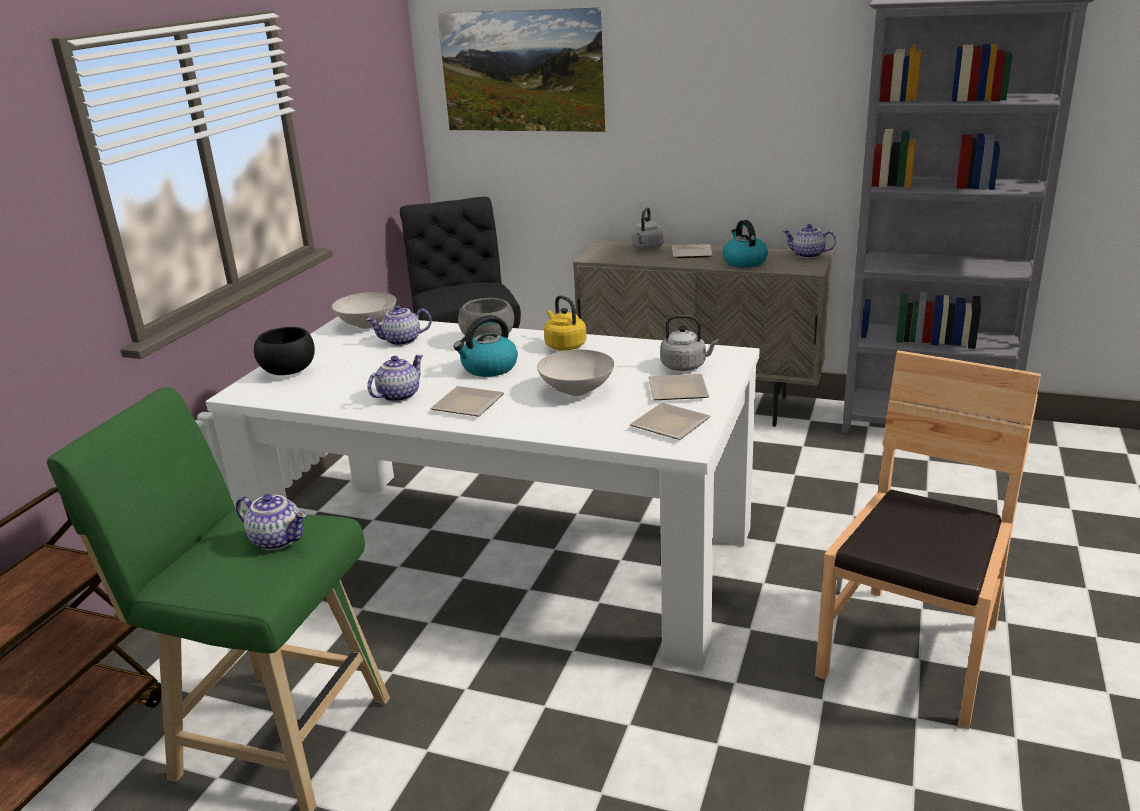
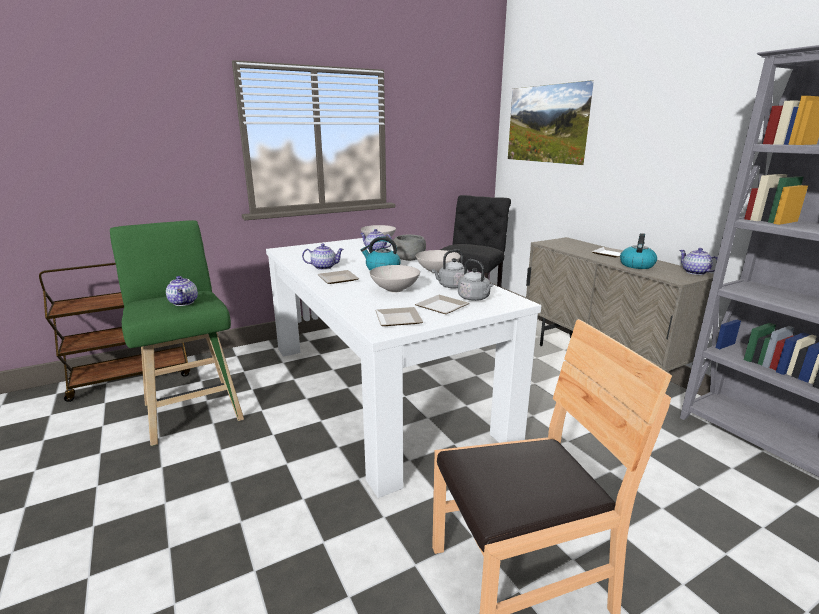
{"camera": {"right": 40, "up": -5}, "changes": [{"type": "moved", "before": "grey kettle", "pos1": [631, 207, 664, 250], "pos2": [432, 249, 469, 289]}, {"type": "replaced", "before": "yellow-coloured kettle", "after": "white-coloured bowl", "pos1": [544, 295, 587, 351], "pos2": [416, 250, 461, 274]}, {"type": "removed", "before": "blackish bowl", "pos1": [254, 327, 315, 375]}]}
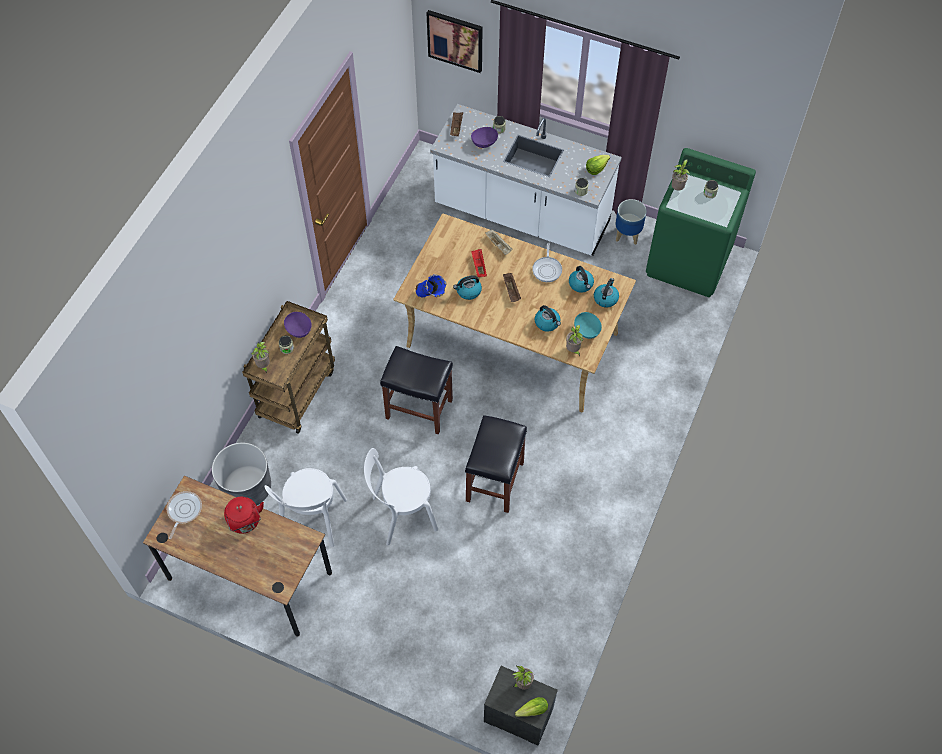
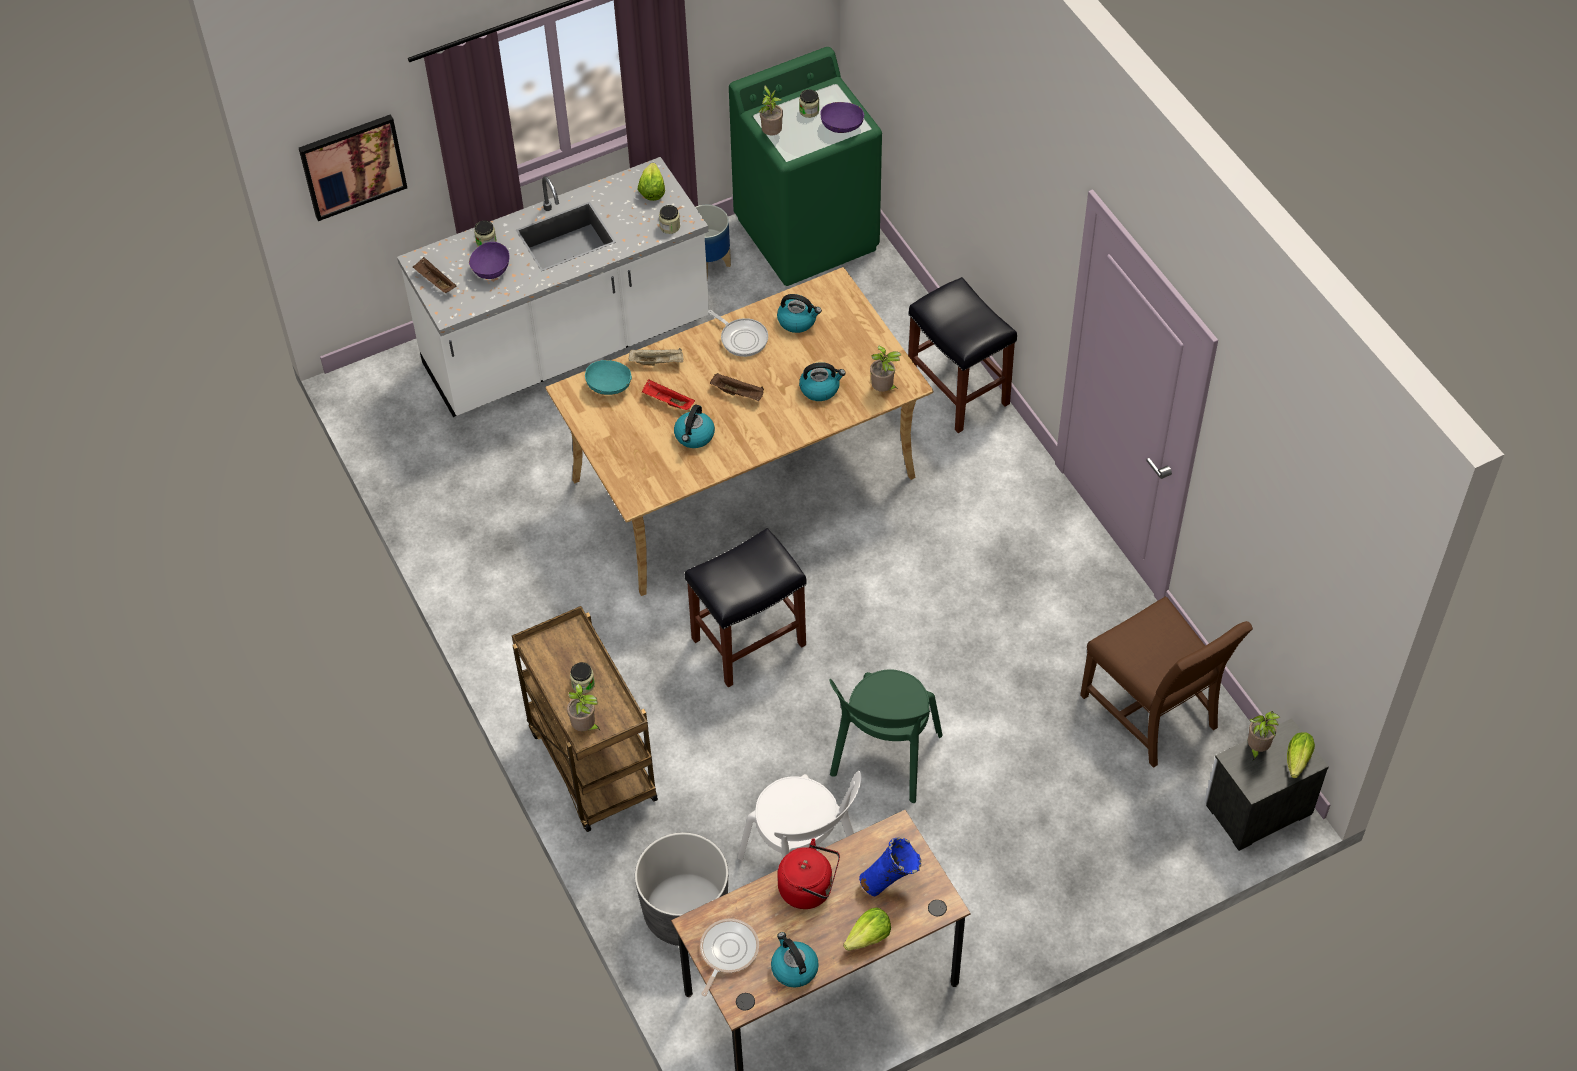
{"camera": {"right": -50, "up": -5}, "changes": [{"type": "moved", "before": "blue vase", "pos1": [416, 274, 447, 298], "pos2": [859, 838, 921, 896]}, {"type": "moved", "before": "kettle", "pos1": [594, 278, 619, 307], "pos2": [771, 932, 819, 988]}, {"type": "moved", "before": "purple-coloured bowl", "pos1": [284, 312, 312, 338], "pos2": [820, 102, 865, 133]}, {"type": "moved", "before": "blue-green bowl", "pos1": [574, 312, 602, 339], "pos2": [585, 360, 632, 395]}, {"type": "moved", "before": "blackish sitting stool", "pos1": [465, 415, 527, 513], "pos2": [908, 277, 1017, 433]}, {"type": "recoloured", "before": "white-coloured plain chair", "after": "green-coloured plain chair", "pos1": [364, 448, 438, 546], "pos2": [830, 669, 943, 803]}, {"type": "turned", "before": "skillet", "pos1": [167, 491, 202, 539], "pos2": [700, 918, 759, 996], "turn": 60}, {"type": "added", "after": "brownish plain chair", "pos2": [1080, 596, 1253, 768]}, {"type": "added", "after": "head of lettuce", "pos2": [843, 907, 891, 951]}]}
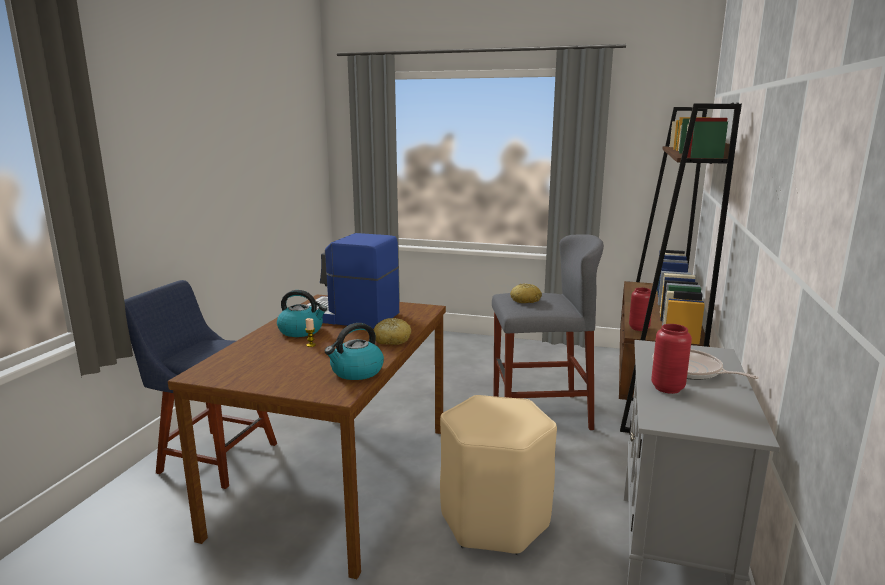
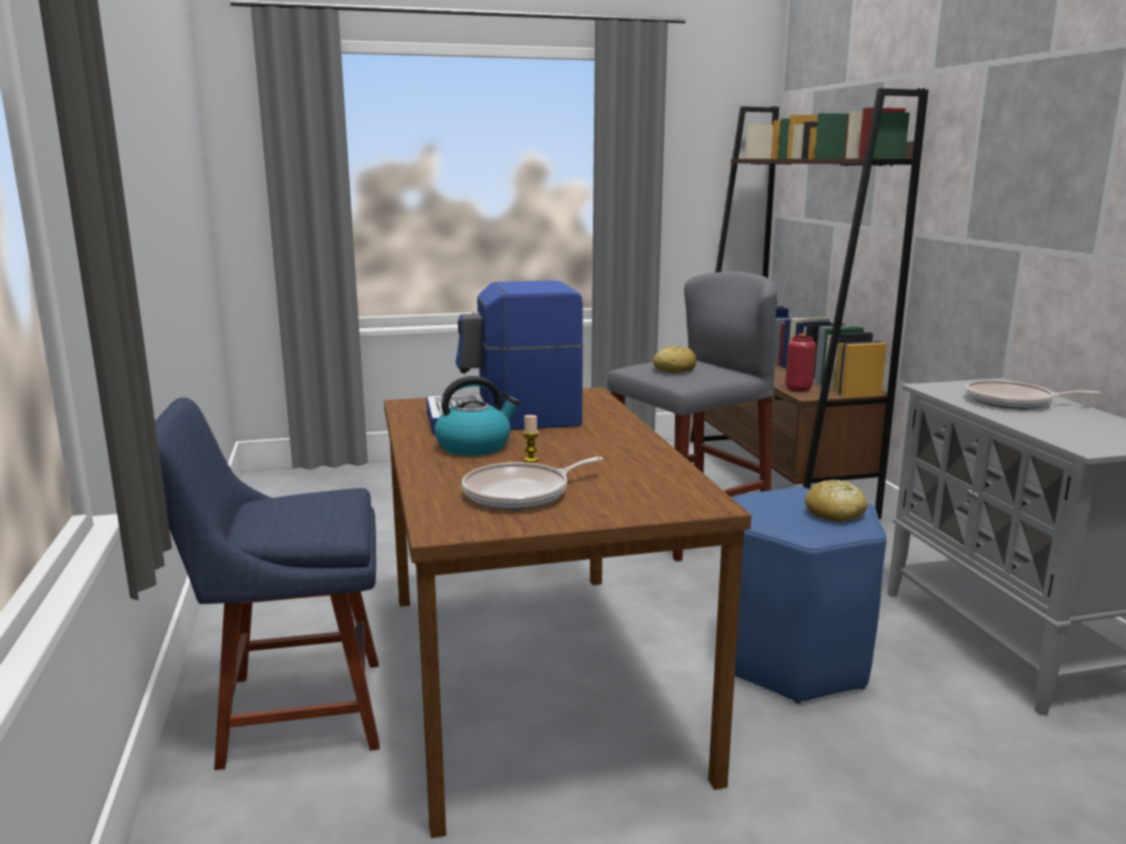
{"camera": {"right": -30, "up": 0}, "changes": [{"type": "moved", "before": "bakery bread", "pos1": [373, 318, 411, 345], "pos2": [805, 480, 868, 522]}, {"type": "removed", "before": "kettle", "pos1": [325, 323, 384, 380]}, {"type": "removed", "before": "red-coloured vase", "pos1": [651, 324, 692, 394]}, {"type": "recoloured", "before": "beige-coloured sitting stool", "after": "blue sitting stool", "pos1": [440, 395, 557, 555], "pos2": [732, 487, 887, 704]}, {"type": "added", "after": "skillet", "pos2": [462, 457, 603, 510]}]}
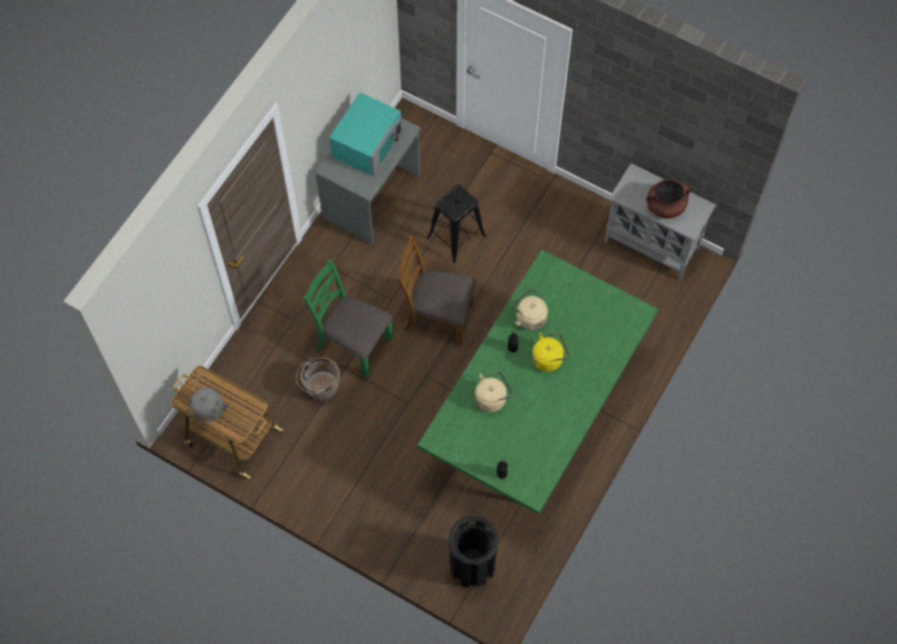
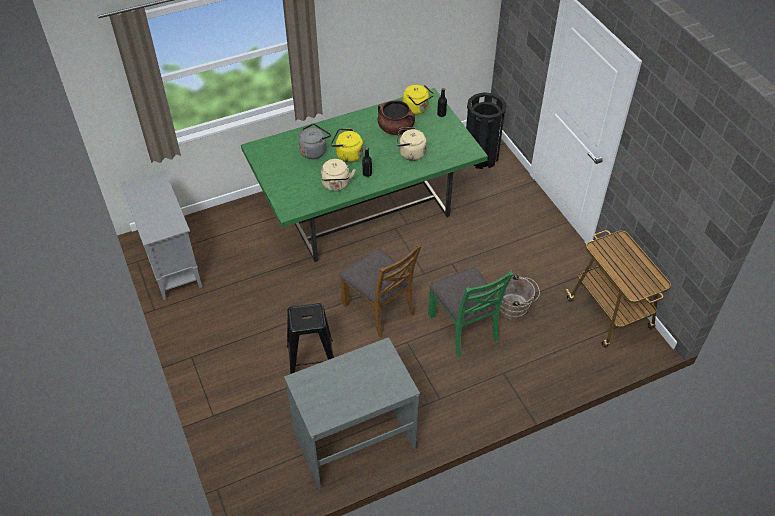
{"camera": {"right": -145, "up": -15}, "changes": [{"type": "removed", "before": "blue-green kitchen microwave", "pos1": [329, 92, 402, 176]}, {"type": "moved", "before": "brownish cooking pot", "pos1": [646, 179, 690, 219], "pos2": [378, 101, 415, 135]}, {"type": "moved", "before": "grey kettle", "pos1": [188, 388, 229, 422], "pos2": [298, 124, 331, 159]}, {"type": "added", "after": "yellow-coloured kettle", "pos2": [403, 85, 434, 114]}]}
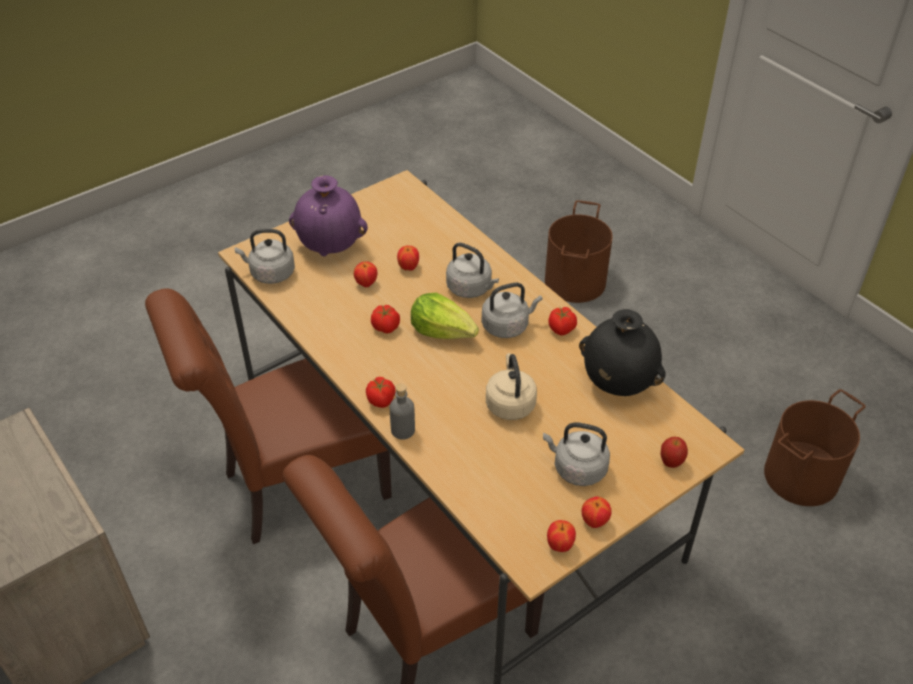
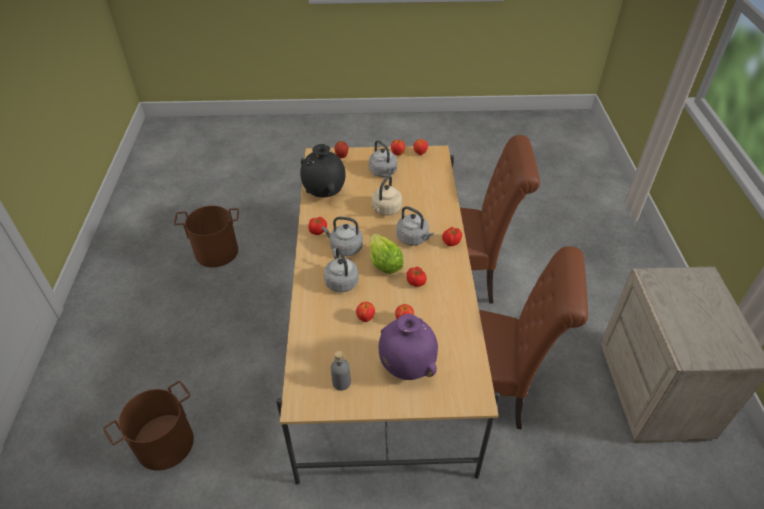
{"camera": {"right": -145, "up": 0}, "changes": [{"type": "moved", "before": "grey kettle", "pos1": [235, 229, 295, 284], "pos2": [397, 206, 434, 246]}, {"type": "moved", "before": "grey beverage bottle", "pos1": [390, 384, 415, 440], "pos2": [331, 351, 351, 391]}]}
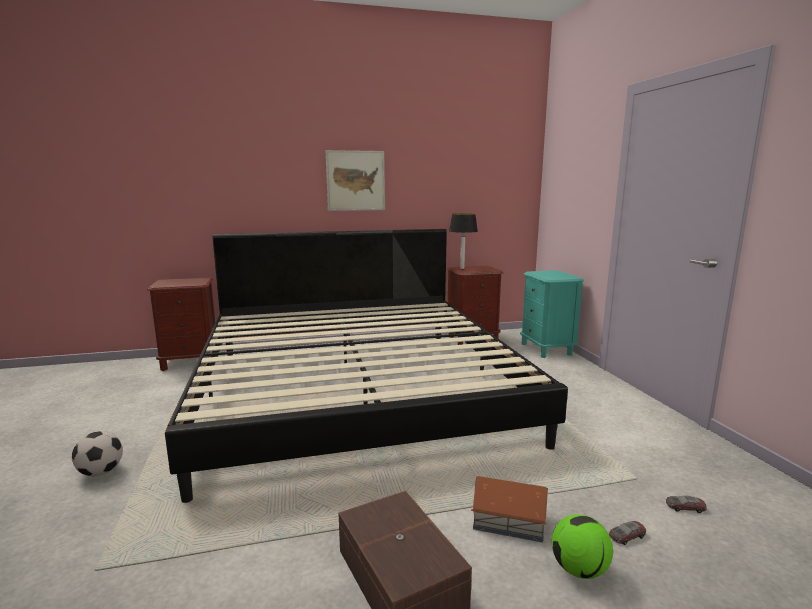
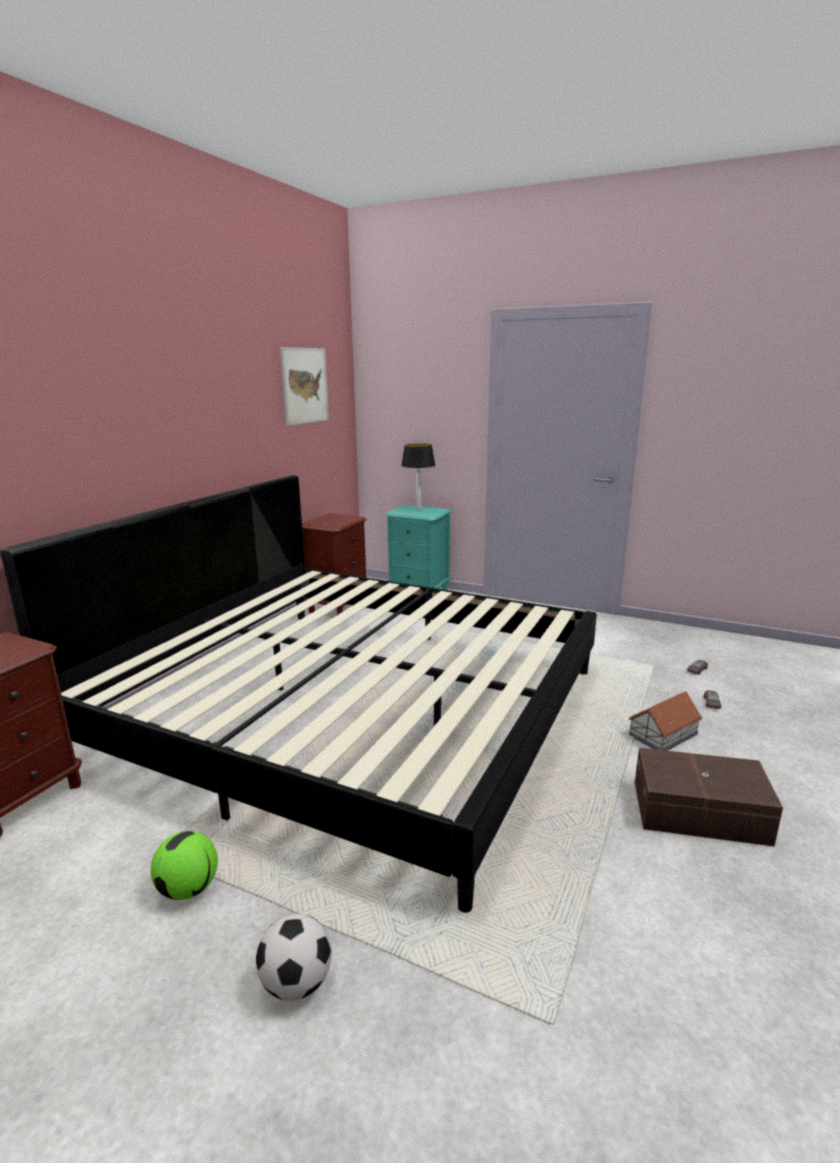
{"camera": {"right": -50, "up": 5}, "changes": [{"type": "moved", "before": "picture", "pos1": [326, 150, 385, 211], "pos2": [280, 347, 329, 426]}, {"type": "moved", "before": "table lamp", "pos1": [449, 213, 478, 269], "pos2": [401, 443, 435, 510]}, {"type": "moved", "before": "football", "pos1": [552, 514, 613, 579], "pos2": [151, 831, 218, 900]}]}
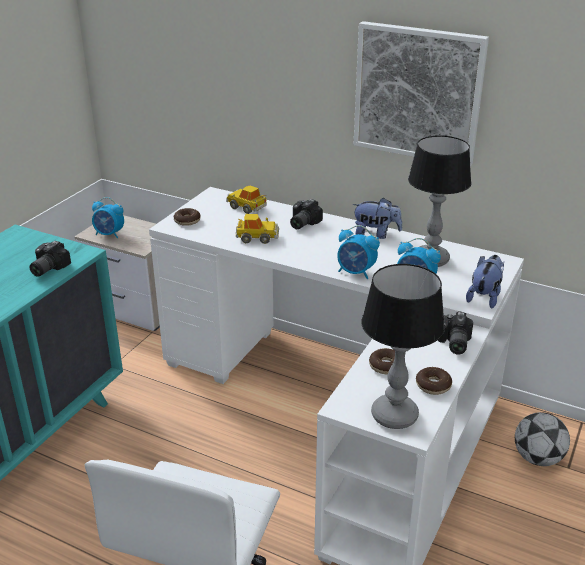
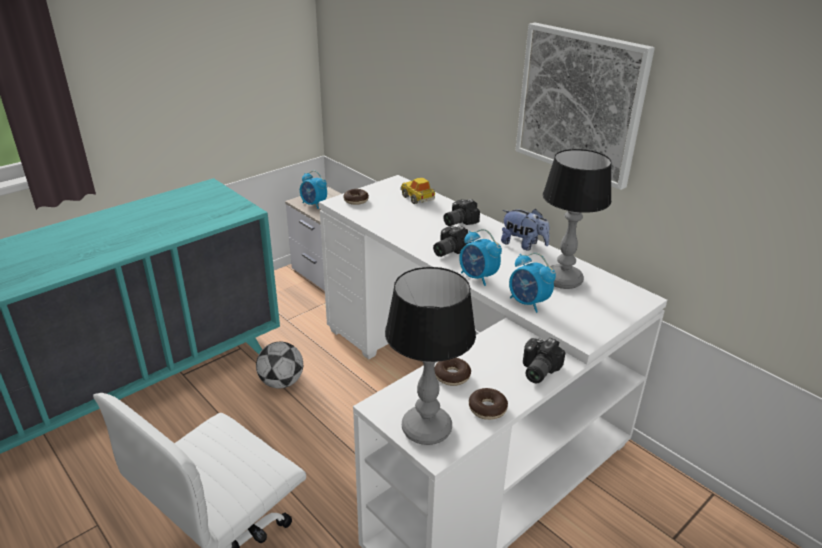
{"camera": {"right": 20, "up": 0}, "changes": [{"type": "removed", "before": "model car", "pos1": [236, 214, 279, 244]}, {"type": "moved", "before": "photo camera", "pos1": [29, 241, 71, 277], "pos2": [433, 226, 471, 257]}, {"type": "removed", "before": "soft toy", "pos1": [466, 255, 504, 309]}, {"type": "moved", "before": "football", "pos1": [515, 412, 570, 466], "pos2": [256, 341, 303, 389]}]}
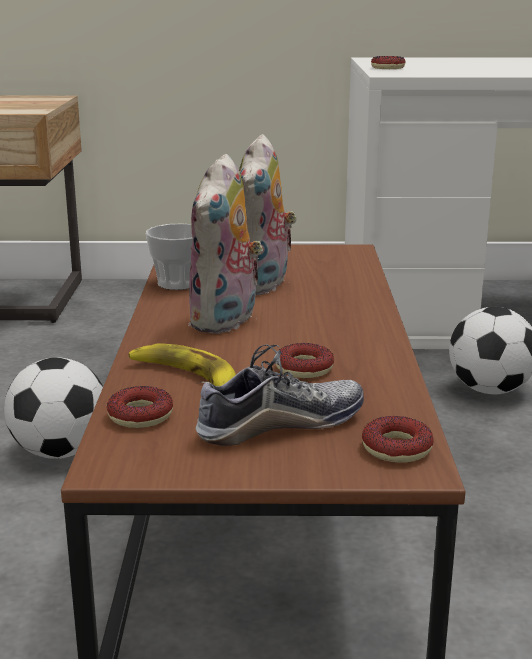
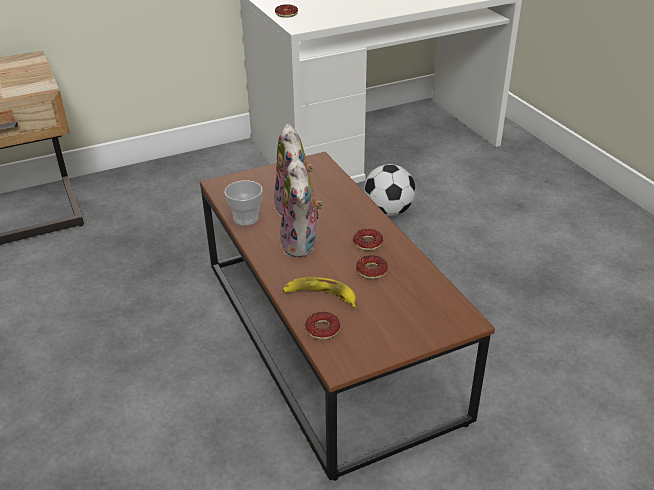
{"camera": {"right": -25, "up": 15}, "changes": [{"type": "removed", "before": "low shoe", "pos1": [196, 345, 364, 446]}, {"type": "removed", "before": "football", "pos1": [4, 357, 103, 459]}, {"type": "moved", "before": "donut", "pos1": [362, 416, 434, 463], "pos2": [353, 229, 383, 251]}]}
